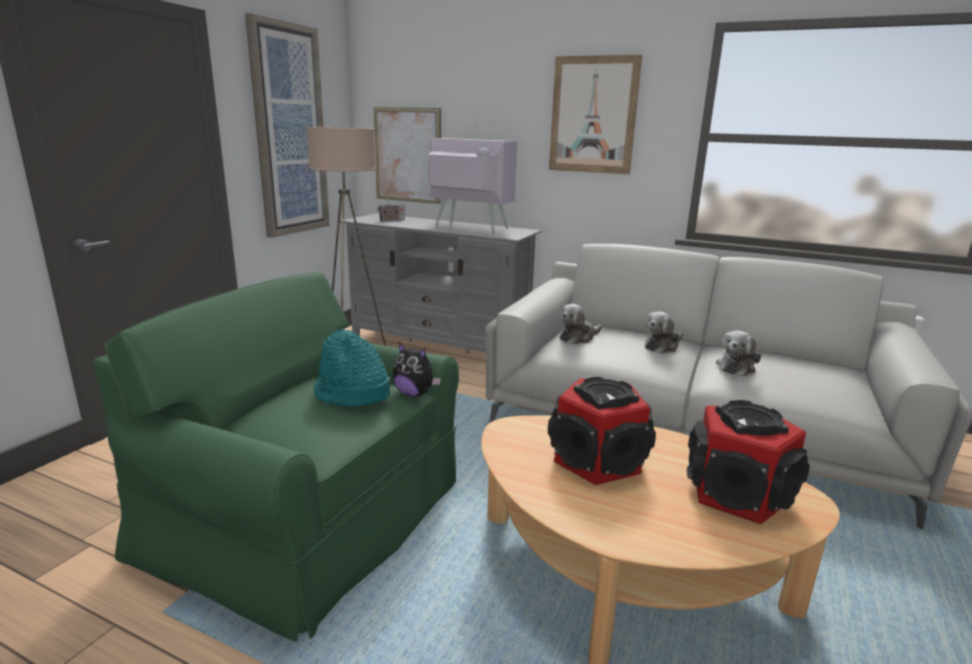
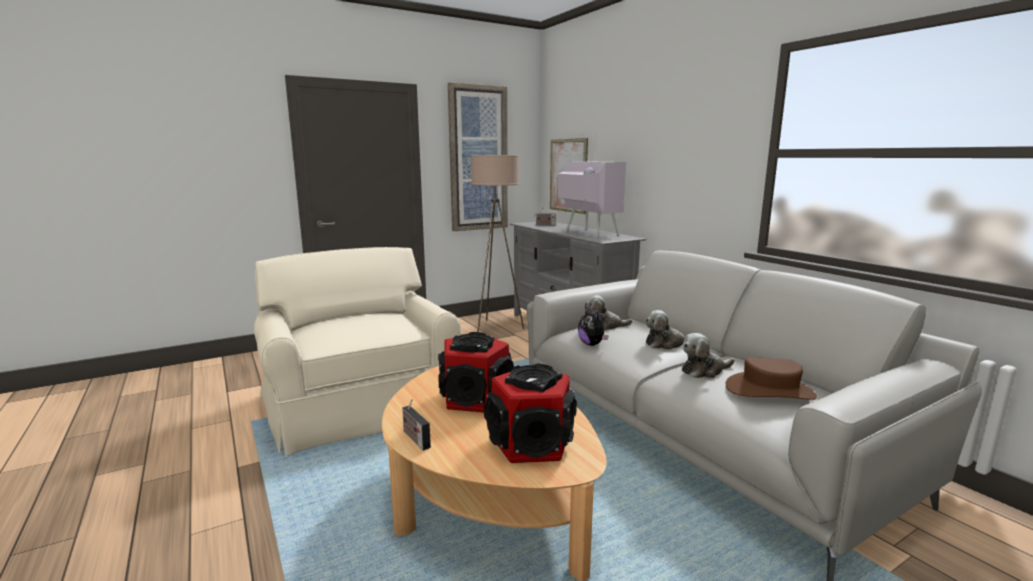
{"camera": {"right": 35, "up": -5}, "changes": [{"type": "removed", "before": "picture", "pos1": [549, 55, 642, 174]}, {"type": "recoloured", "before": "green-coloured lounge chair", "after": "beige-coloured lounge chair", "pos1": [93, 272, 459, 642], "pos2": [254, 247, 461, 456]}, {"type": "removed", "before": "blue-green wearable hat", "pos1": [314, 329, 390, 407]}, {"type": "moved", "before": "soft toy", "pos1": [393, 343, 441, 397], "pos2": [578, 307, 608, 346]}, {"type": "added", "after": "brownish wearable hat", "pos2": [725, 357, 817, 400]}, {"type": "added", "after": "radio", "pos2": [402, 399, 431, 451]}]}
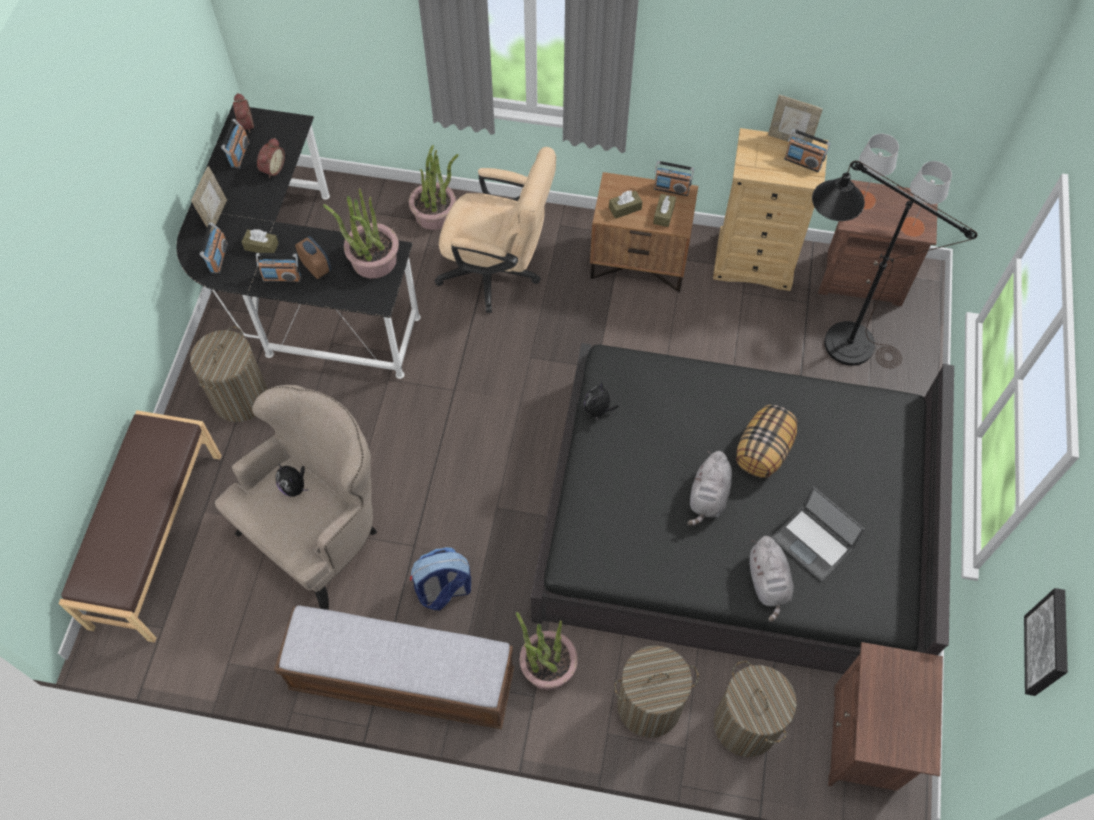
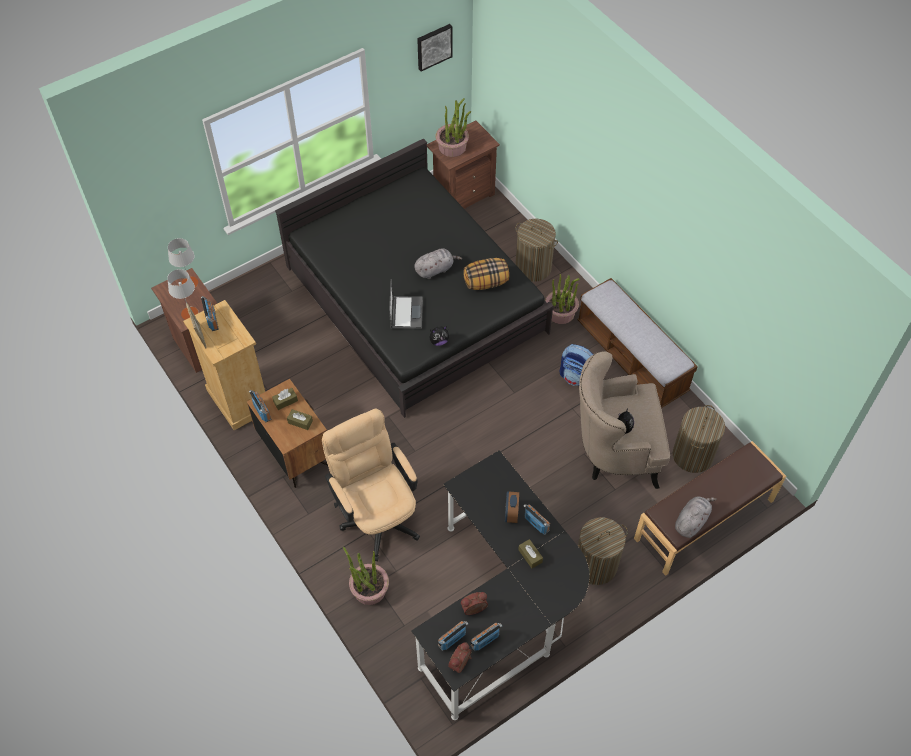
{"camera": {"right": -135, "up": -5}, "changes": [{"type": "removed", "before": "blackish standard lamp", "pos1": [812, 161, 977, 368]}, {"type": "removed", "before": "picture frame", "pos1": [191, 166, 227, 233]}, {"type": "moved", "before": "potted plant", "pos1": [323, 188, 399, 278], "pos2": [435, 98, 471, 157]}, {"type": "moved", "before": "radio", "pos1": [199, 222, 228, 274], "pos2": [438, 621, 468, 651]}, {"type": "moved", "before": "cushion", "pos1": [736, 405, 797, 478], "pos2": [463, 258, 509, 290]}, {"type": "moved", "before": "laptop", "pos1": [771, 486, 865, 582], "pos2": [389, 279, 423, 329]}, {"type": "moved", "before": "grey soft toy", "pos1": [749, 536, 794, 622], "pos2": [675, 497, 717, 538]}, {"type": "moved", "before": "laundry basket", "pos1": [714, 661, 797, 757], "pos2": [673, 405, 725, 473]}]}
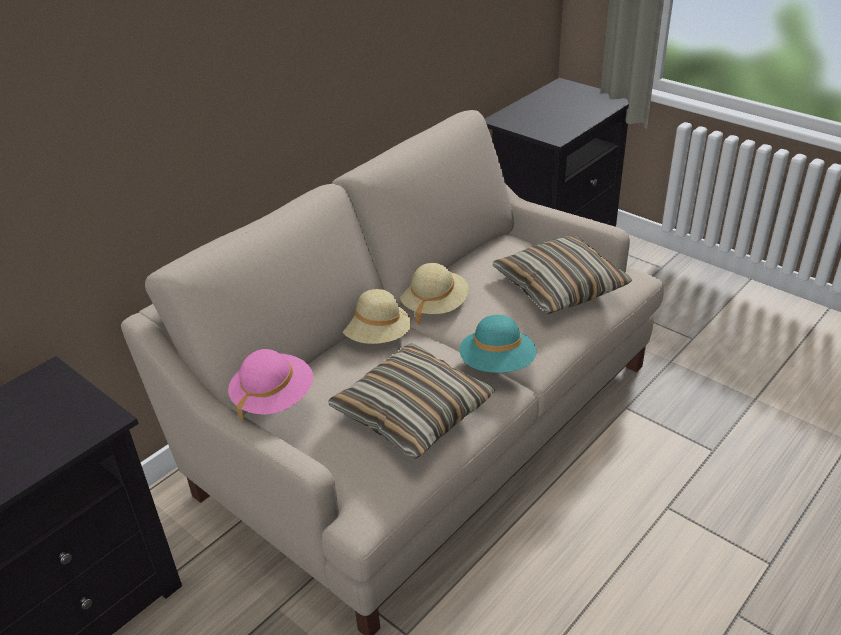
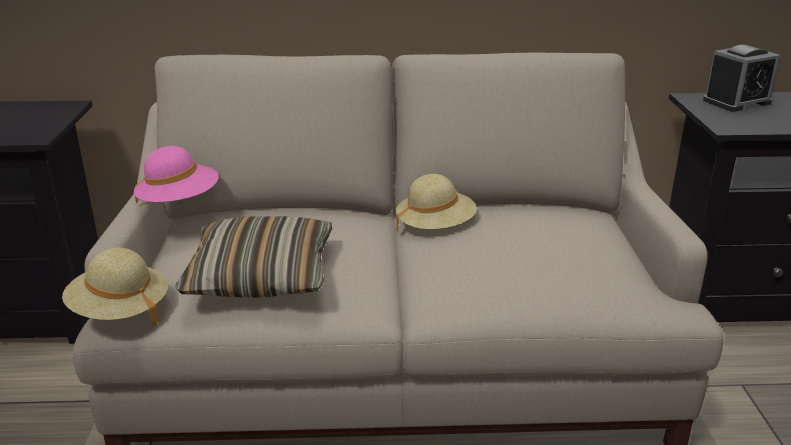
{"camera": {"right": 45, "up": -10}, "changes": [{"type": "removed", "before": "cushion", "pos1": [493, 235, 632, 314]}, {"type": "moved", "before": "beige-coloured wearable hat", "pos1": [342, 289, 411, 344], "pos2": [62, 247, 168, 326]}, {"type": "removed", "before": "blue-green wearable hat", "pos1": [460, 315, 536, 373]}, {"type": "added", "after": "alarm clock", "pos2": [703, 45, 781, 112]}]}
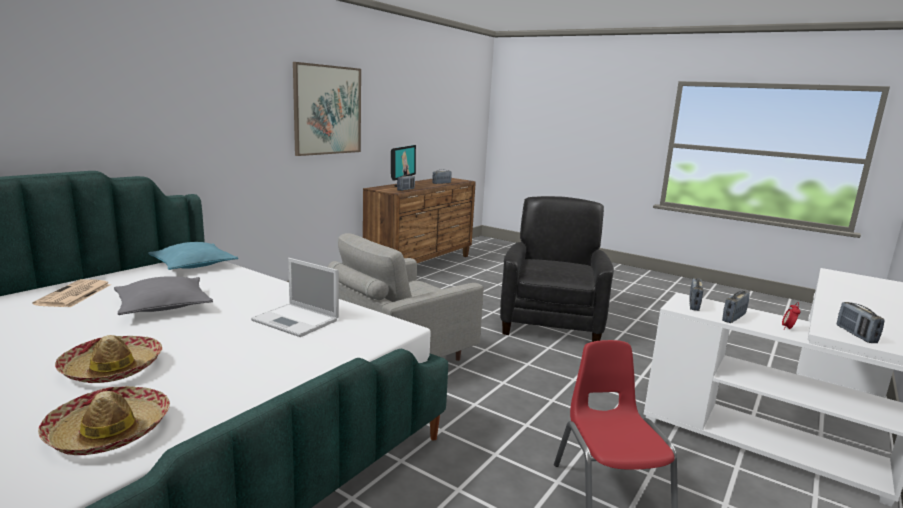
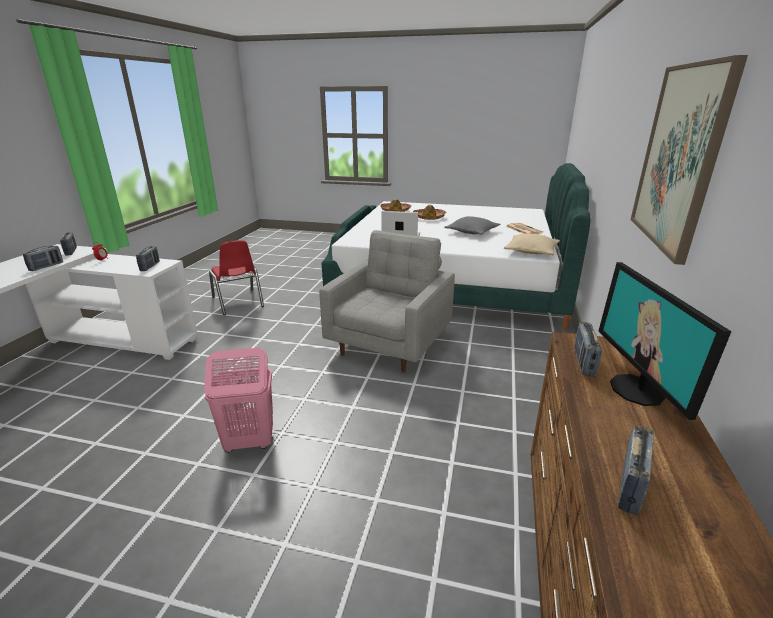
{"camera": {"right": 160, "up": 10}, "changes": [{"type": "replaced", "before": "blackish lounge chair", "after": "pink-coloured laundry basket", "pos1": [500, 196, 614, 342], "pos2": [204, 348, 273, 453]}, {"type": "recoloured", "before": "blue-green cushion", "after": "beige-coloured cushion", "pos1": [148, 242, 238, 270], "pos2": [504, 233, 560, 255]}, {"type": "moved", "before": "radio", "pos1": [722, 291, 750, 323], "pos2": [23, 246, 63, 271]}]}
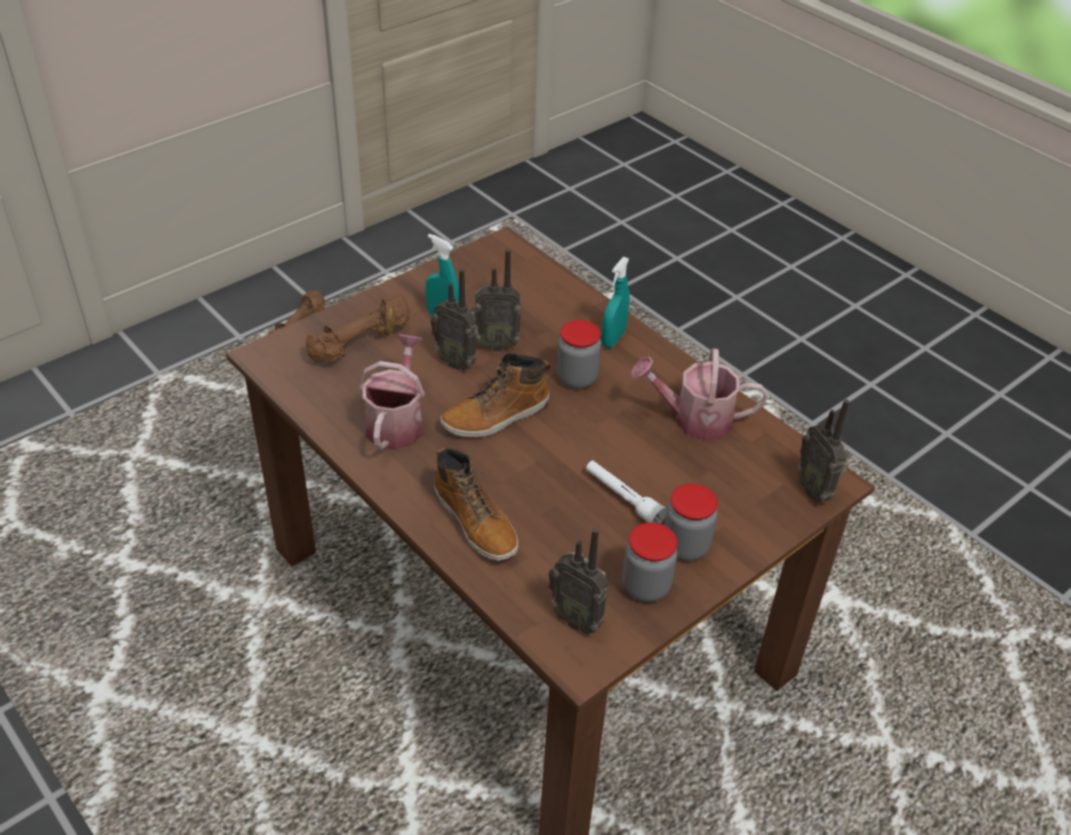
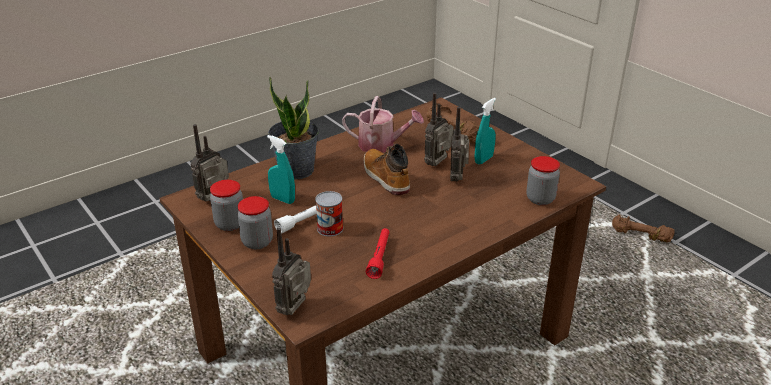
{"camera": {"right": 95, "up": -10}, "changes": [{"type": "moved", "before": "blue-green sprayer", "pos1": [601, 257, 630, 348], "pos2": [267, 135, 295, 204]}, {"type": "moved", "before": "jar", "pos1": [556, 320, 601, 389], "pos2": [527, 156, 560, 205]}, {"type": "replaced", "before": "watering pot", "after": "red-coloured flashlight", "pos1": [630, 348, 768, 440], "pos2": [366, 228, 389, 279]}, {"type": "turned", "before": "radio", "pos1": [798, 399, 849, 503], "pos2": [272, 228, 311, 315], "turn": -45}, {"type": "replaced", "before": "high-top boot", "after": "potted plant", "pos1": [434, 448, 519, 561], "pos2": [268, 76, 319, 180]}, {"type": "added", "after": "sealed can", "pos2": [315, 191, 343, 236]}]}
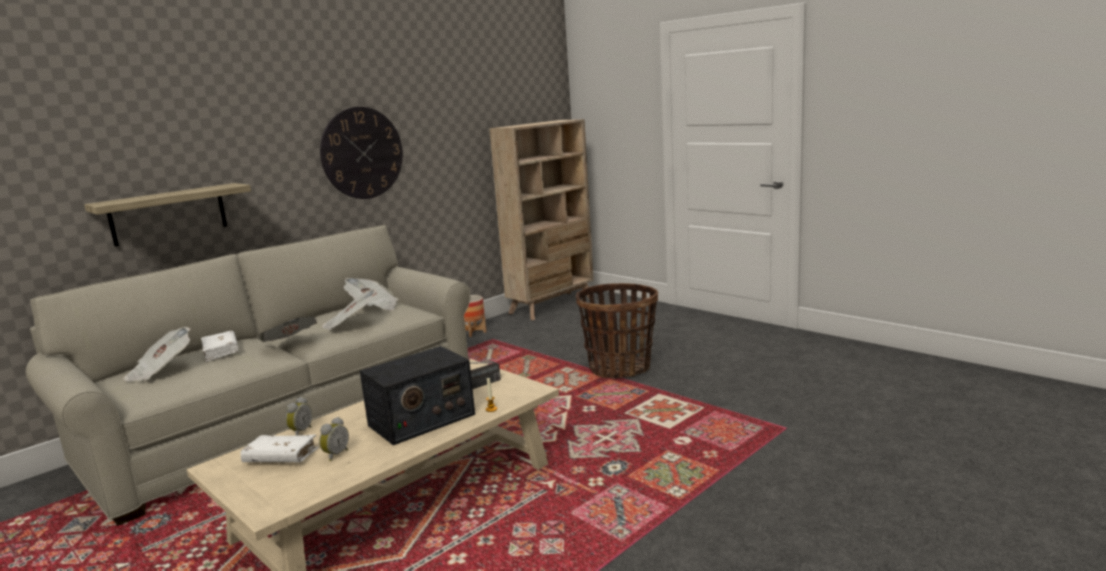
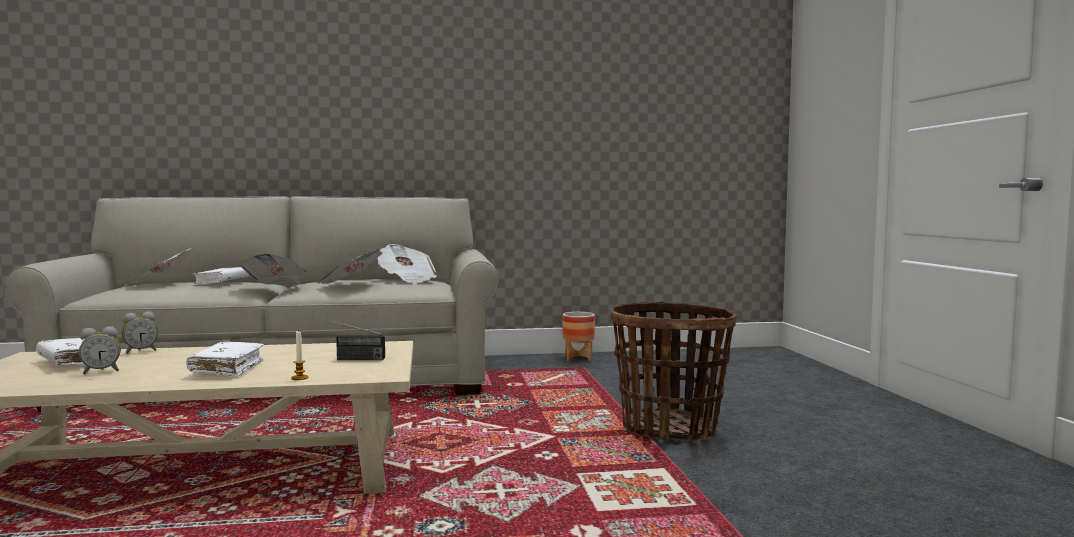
{"camera": {"right": 35, "up": -10}, "changes": [{"type": "removed", "before": "clock on the wall", "pos1": [320, 107, 403, 199]}, {"type": "removed", "before": "beige-coloured bookcase", "pos1": [489, 119, 594, 320]}, {"type": "removed", "before": "shelf", "pos1": [84, 183, 251, 247]}, {"type": "replaced", "before": "radio", "after": "white-coloured bound book", "pos1": [360, 346, 475, 445], "pos2": [186, 341, 264, 377]}]}
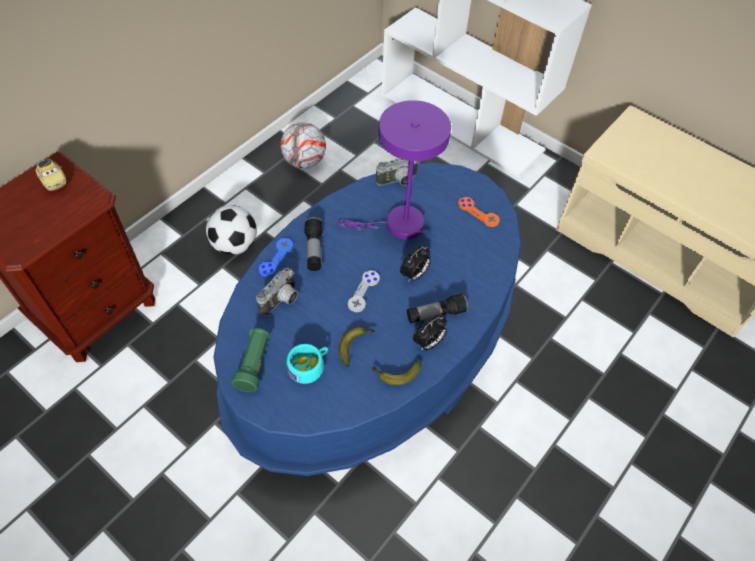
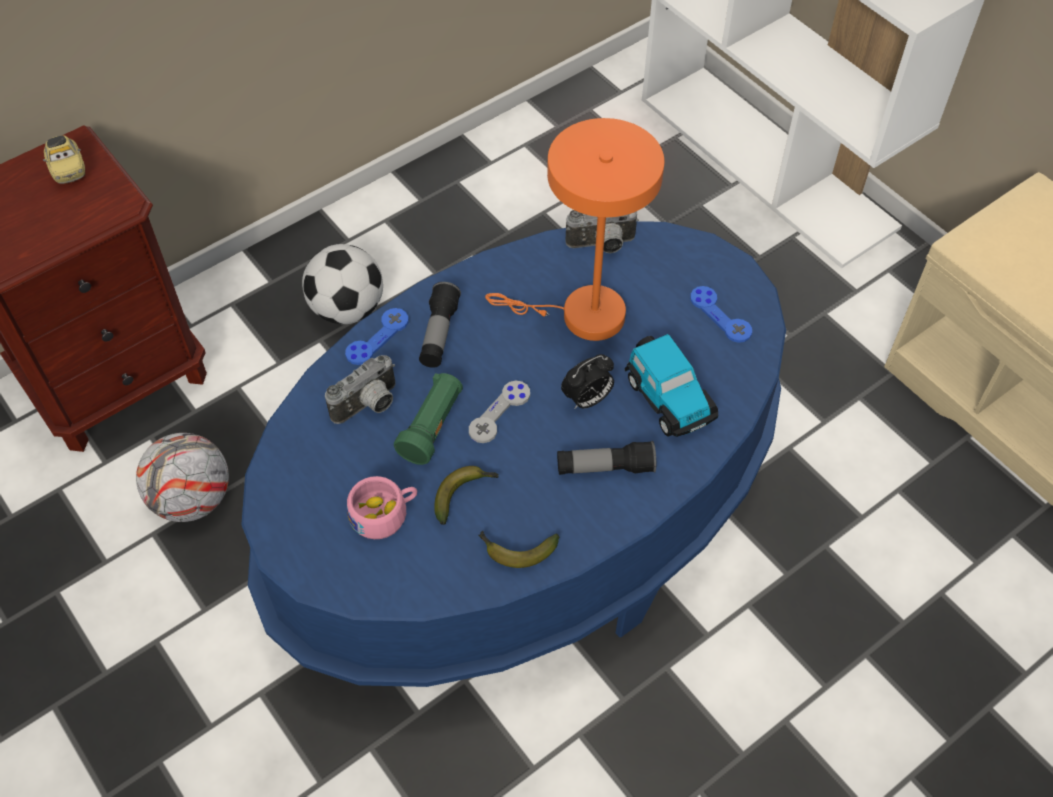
{"camera": {"right": 15, "up": 0}, "changes": [{"type": "recoloured", "before": "purple-coloured table lamp", "after": "orangey table lamp", "pos1": [337, 100, 451, 239], "pos2": [485, 118, 664, 341]}, {"type": "moved", "before": "football", "pos1": [281, 122, 326, 168], "pos2": [136, 433, 229, 522]}, {"type": "recoloured", "before": "orangey game controller", "after": "blue game controller", "pos1": [458, 197, 500, 227], "pos2": [690, 286, 752, 343]}, {"type": "removed", "before": "alarm clock", "pos1": [413, 315, 447, 350]}, {"type": "moved", "before": "green-coloured flashlight", "pos1": [231, 328, 270, 392], "pos2": [394, 373, 463, 465]}, {"type": "recoloured", "before": "blue-green cup", "after": "pink-coloured cup", "pos1": [286, 344, 328, 384], "pos2": [347, 476, 417, 539]}, {"type": "added", "after": "model car", "pos2": [624, 334, 718, 437]}]}
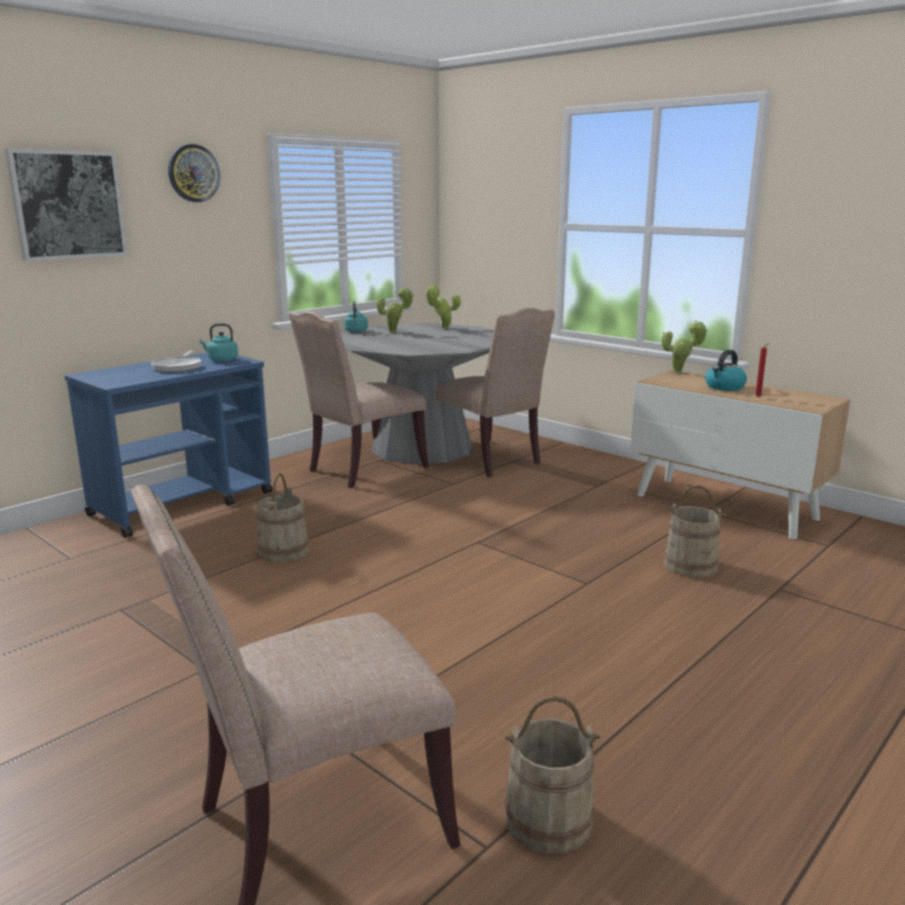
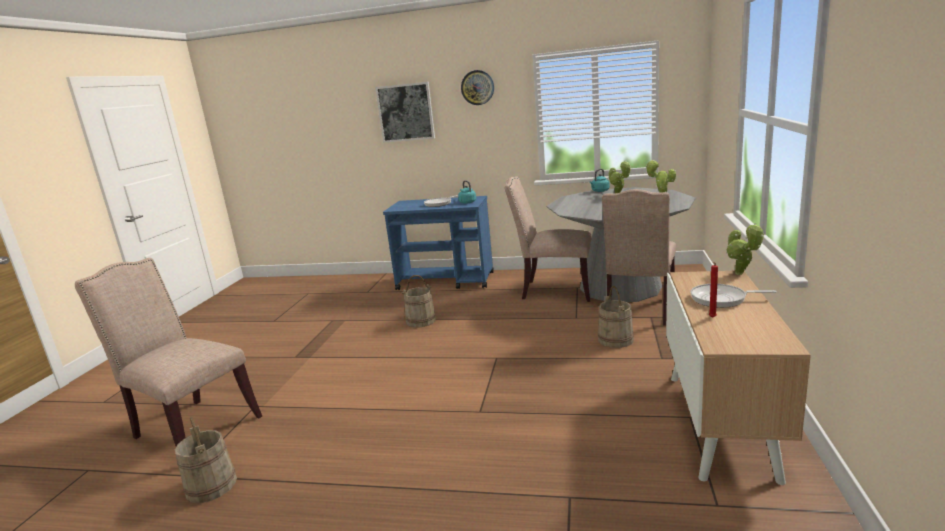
{"camera": {"right": 60, "up": 0}, "changes": [{"type": "replaced", "before": "kettle", "after": "skillet", "pos1": [705, 350, 747, 391], "pos2": [691, 284, 777, 308]}, {"type": "moved", "before": "beige-coloured pail", "pos1": [664, 485, 726, 578], "pos2": [598, 286, 634, 348]}]}
